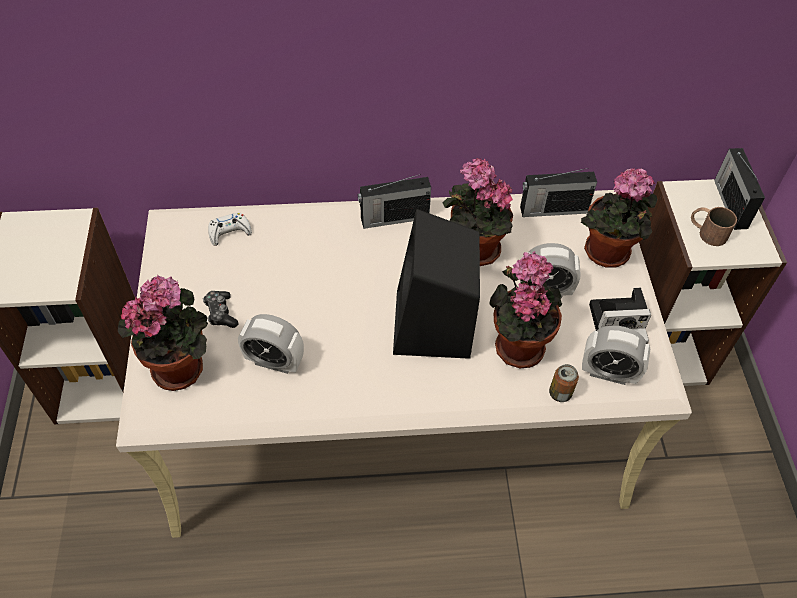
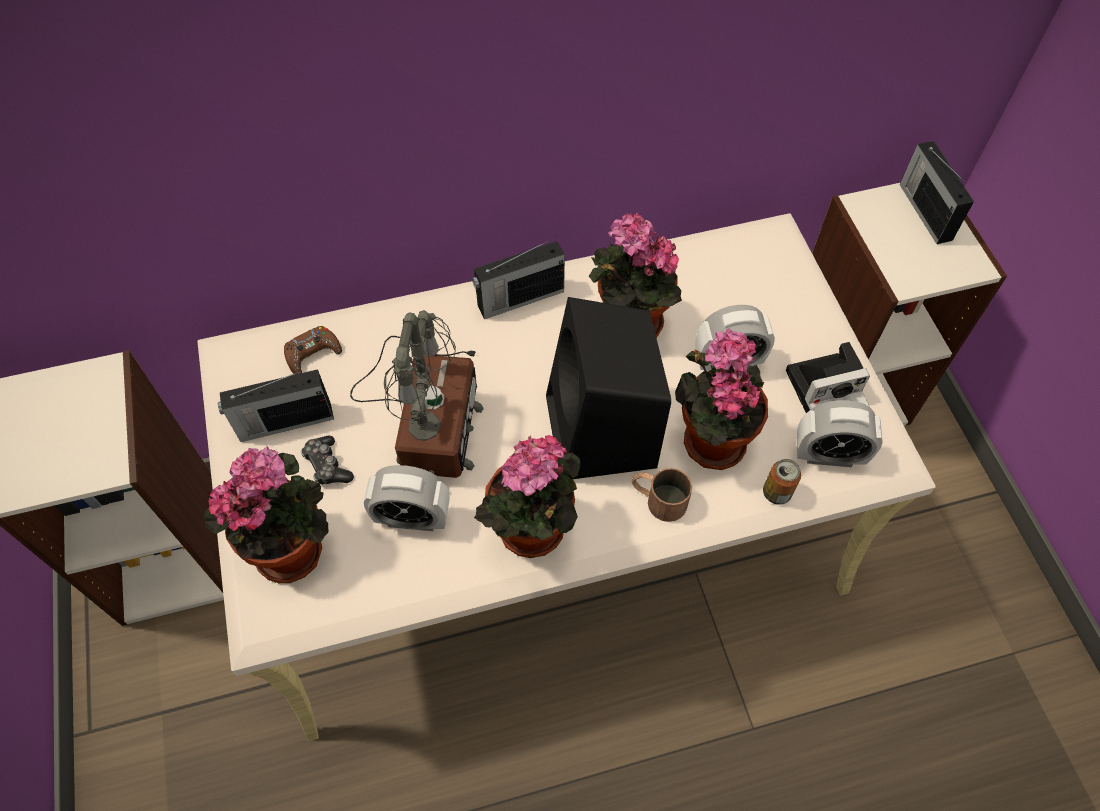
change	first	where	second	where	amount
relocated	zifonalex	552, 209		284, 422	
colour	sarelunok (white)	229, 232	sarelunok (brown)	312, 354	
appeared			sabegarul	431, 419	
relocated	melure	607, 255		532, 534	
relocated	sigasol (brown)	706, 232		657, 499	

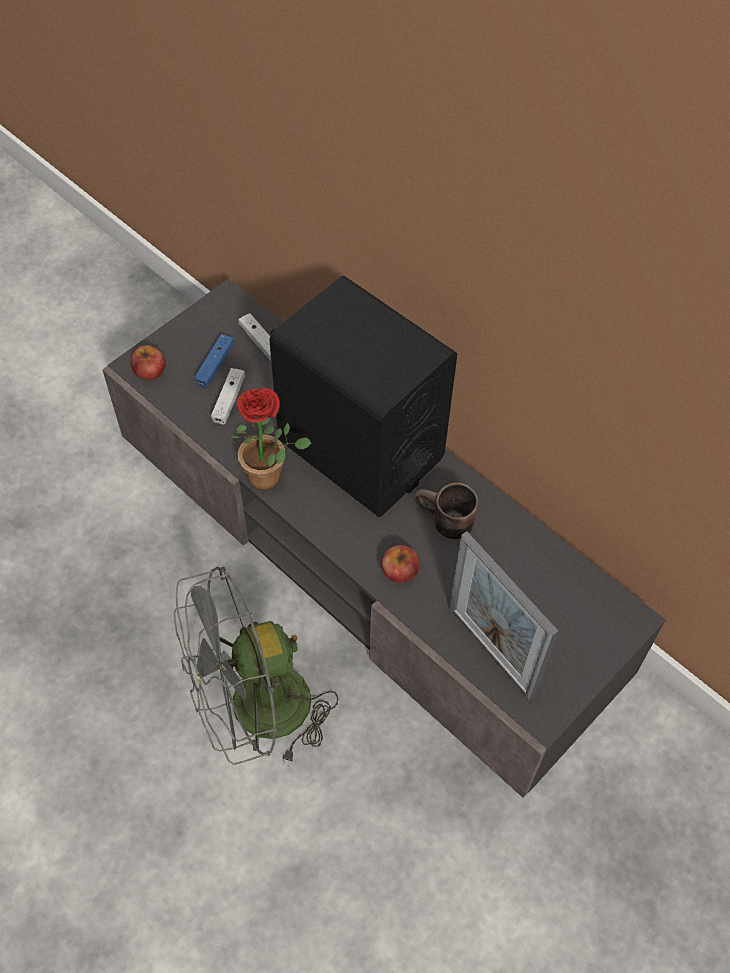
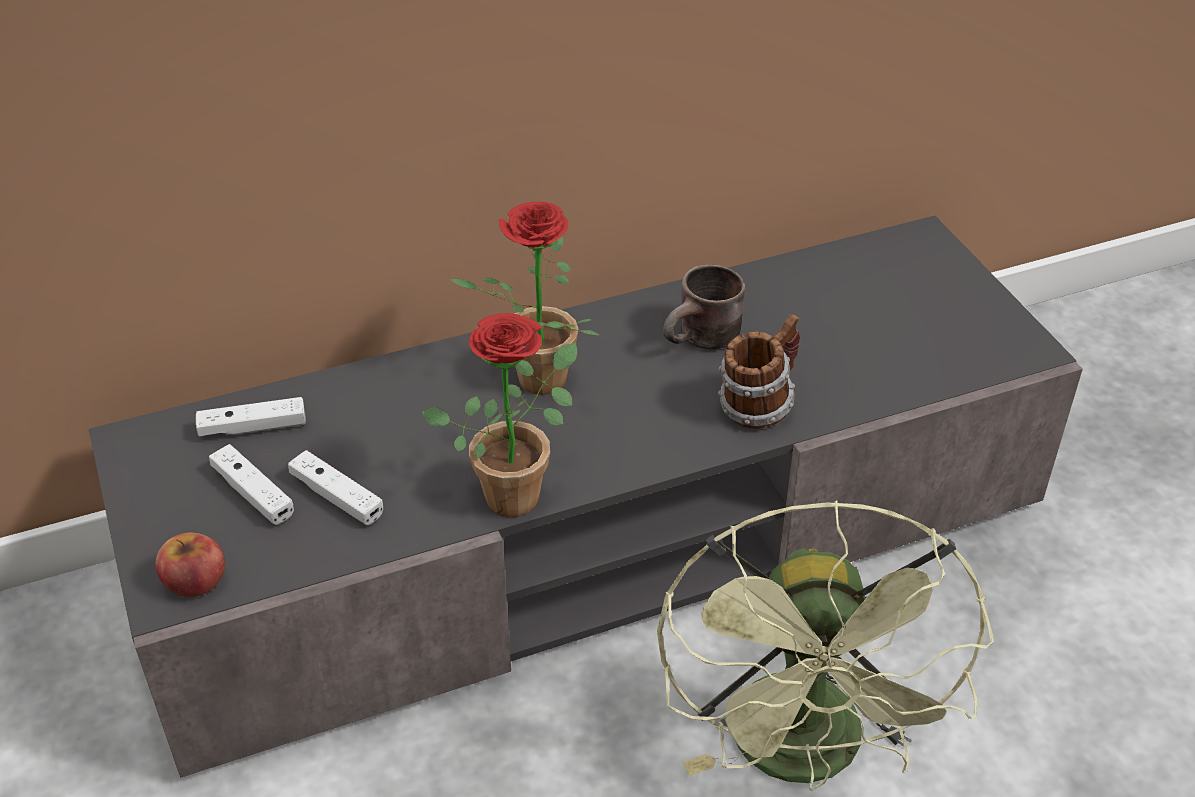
change	first	where	second	where	amount
colour	sarelunok (blue)	215, 365	sarelunok (white)	253, 493	
exchanged	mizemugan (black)	360, 449	melure	532, 382	
colour	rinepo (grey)	254, 712	rinepo (green)	805, 757	
exchanged	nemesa	399, 570	sigasol	758, 405	
missing	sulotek	490, 651			

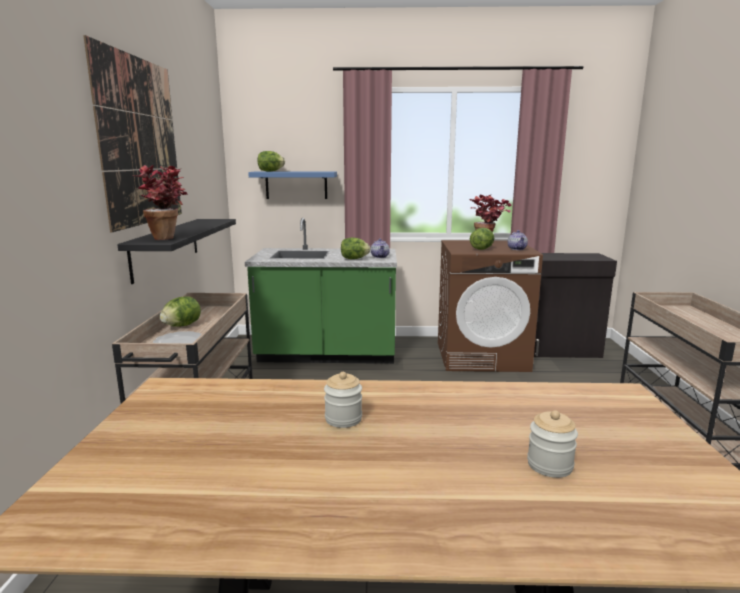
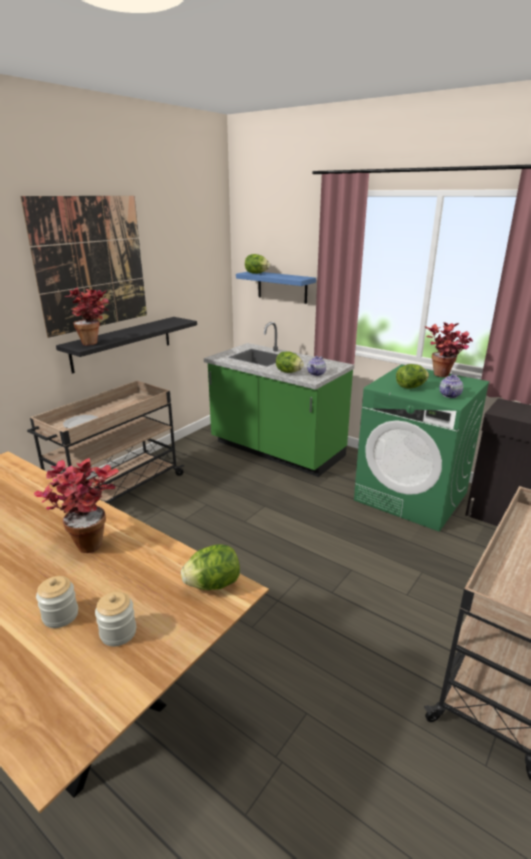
change	first	where	second	where	amount
appeared			melure	86, 541	
relocated	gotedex	343, 419		118, 632	
relocated	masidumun	182, 326		213, 584	
colour	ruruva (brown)	482, 356	ruruva (green)	411, 497	

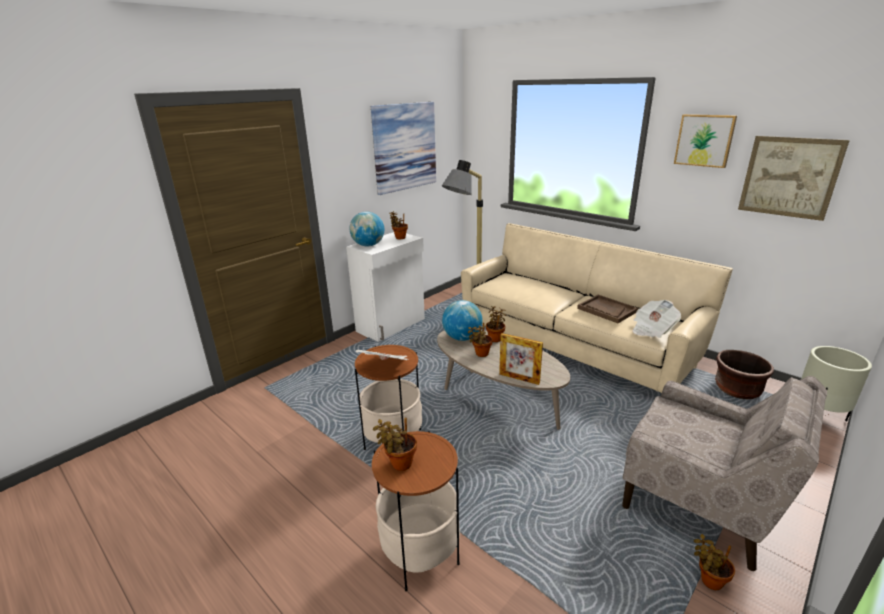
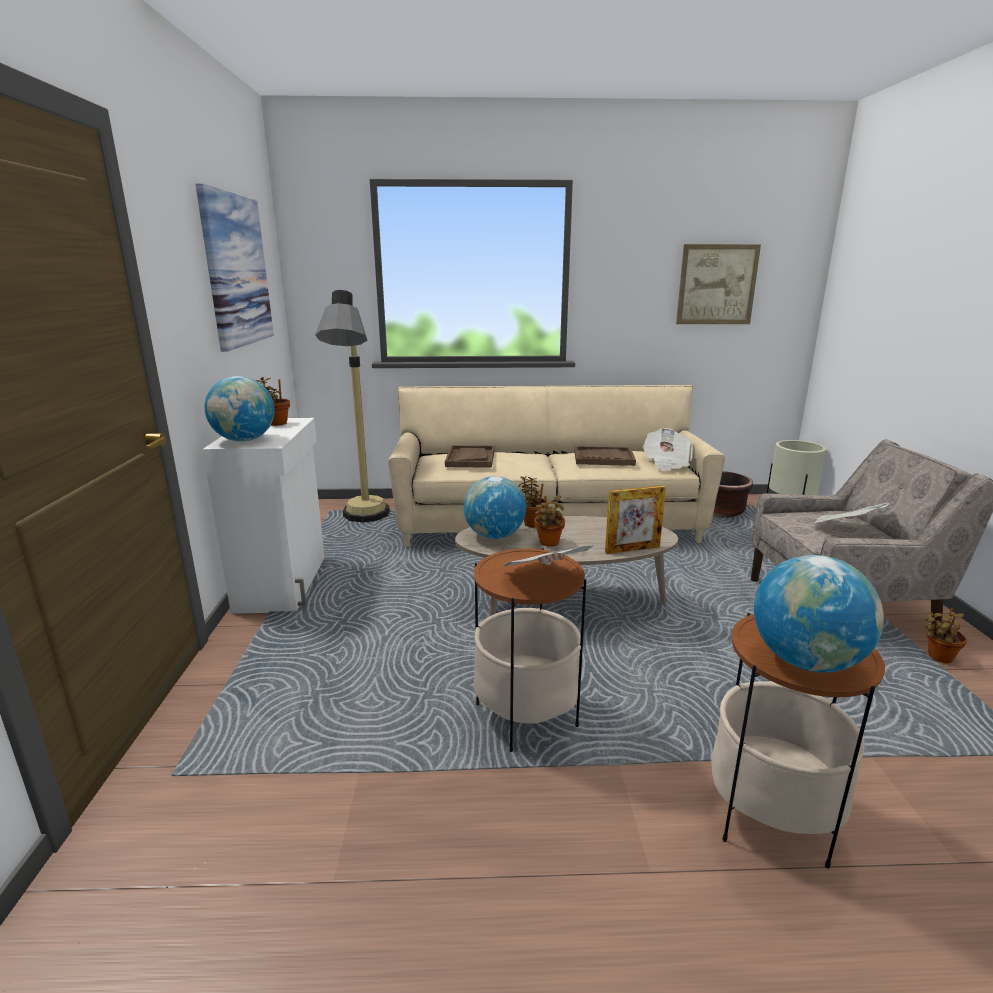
change	first	where	second	where	amount
appeared			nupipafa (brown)	470, 458	
exchanged	melure	399, 464	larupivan	806, 661	
appeared			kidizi	844, 529	
missing	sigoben	704, 140			

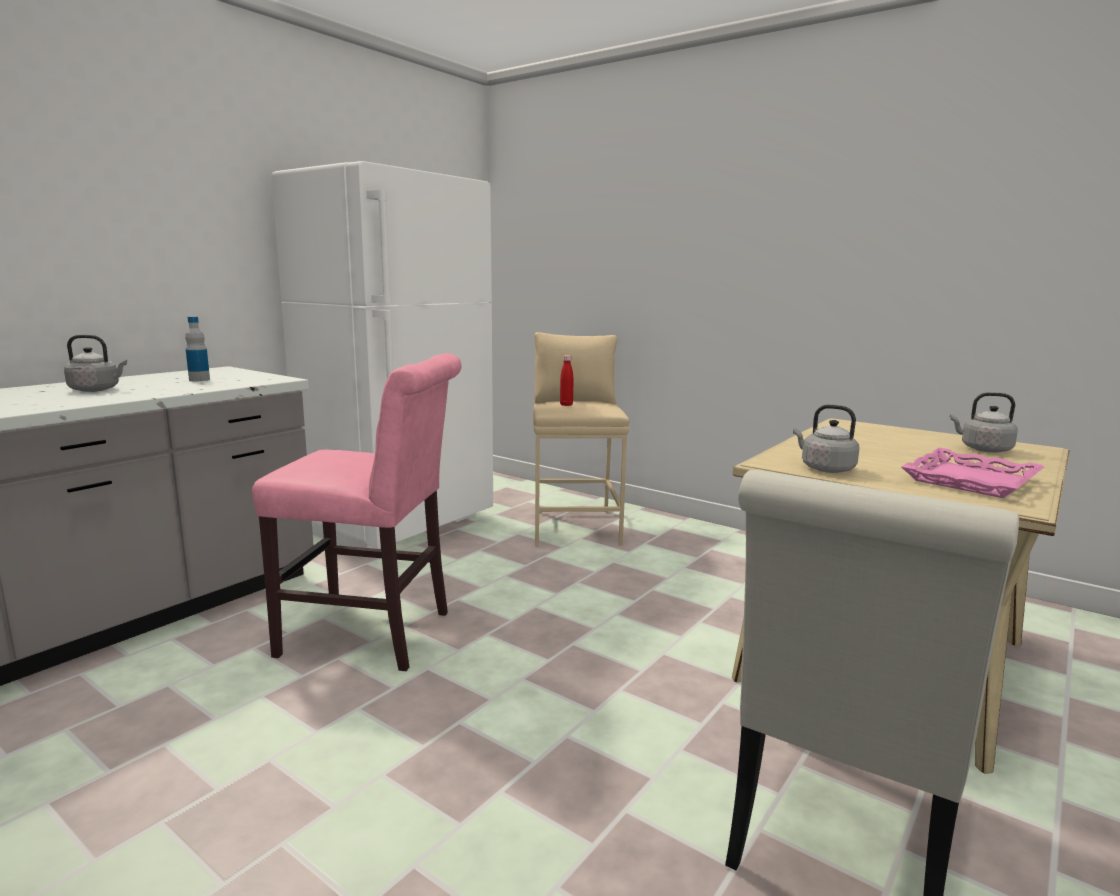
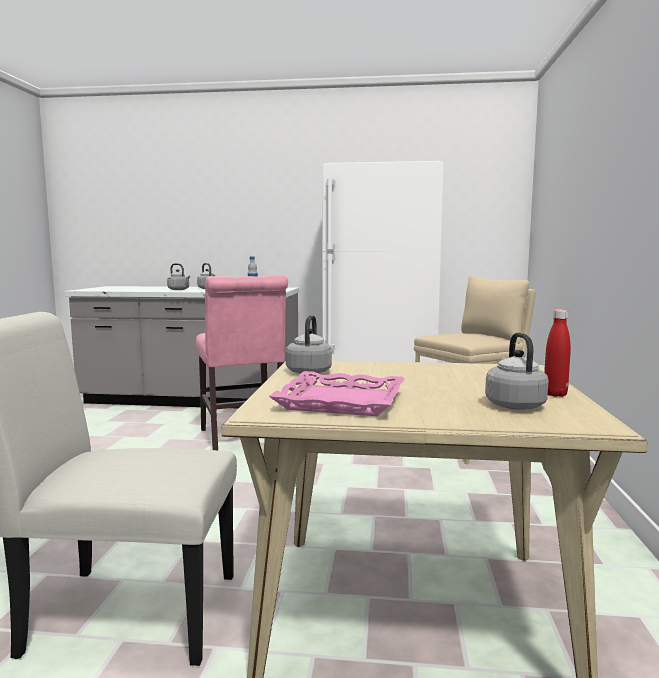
change	first	where	second	where	amount
appeared			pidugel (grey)	179, 290	
relocated	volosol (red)	566, 405		555, 394	

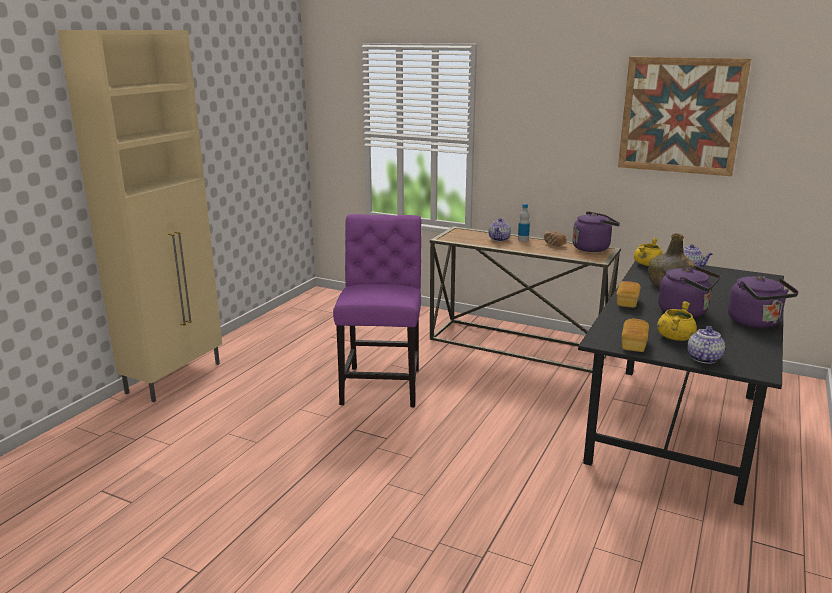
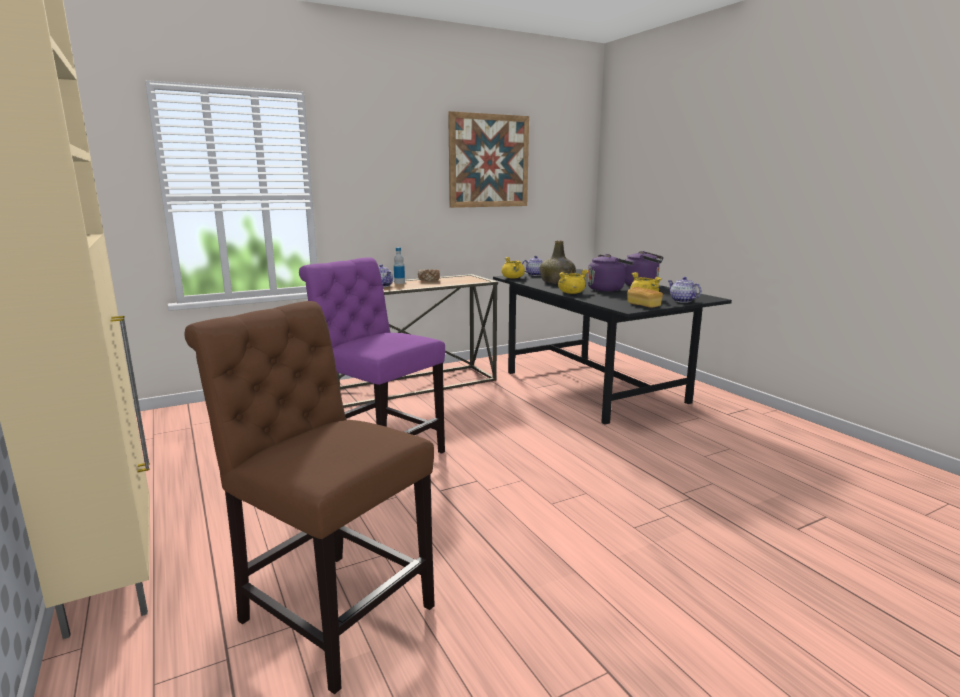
change	first	where	second	where	amount
appeared			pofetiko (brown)	330, 610	
exchanged	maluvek	627, 302	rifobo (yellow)	571, 293	
missing	pidugel (purple)	593, 248			

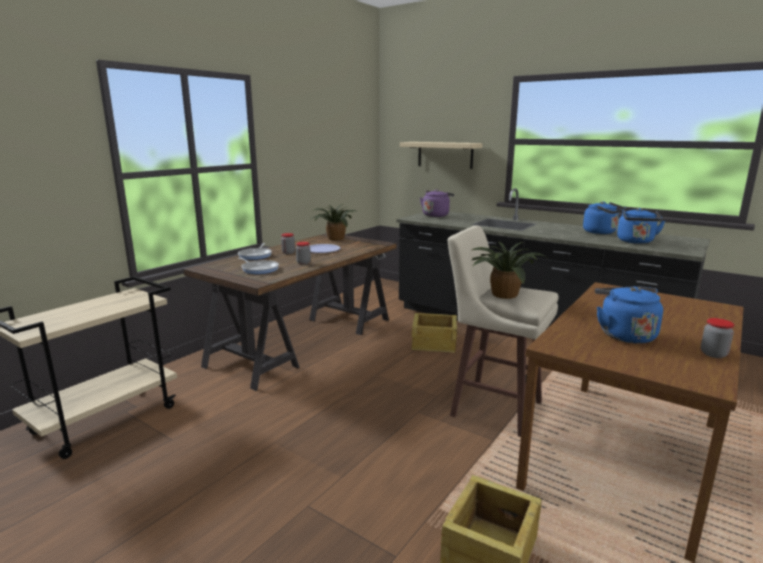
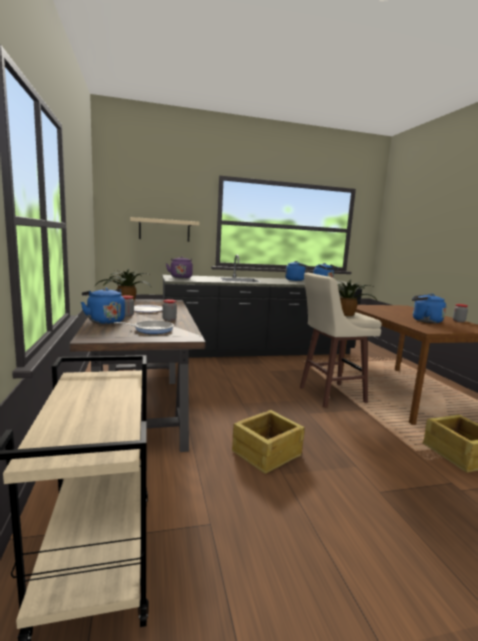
change	first	where	second	where	amount
exchanged	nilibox	256, 255	pidugel (blue)	104, 321	
relocated	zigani	433, 343		266, 453	

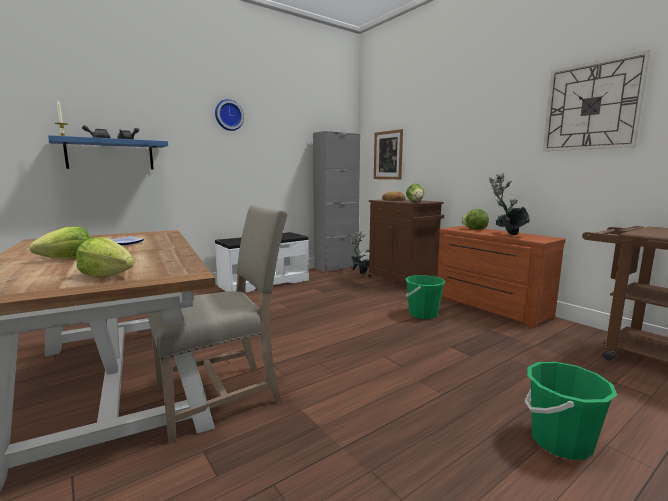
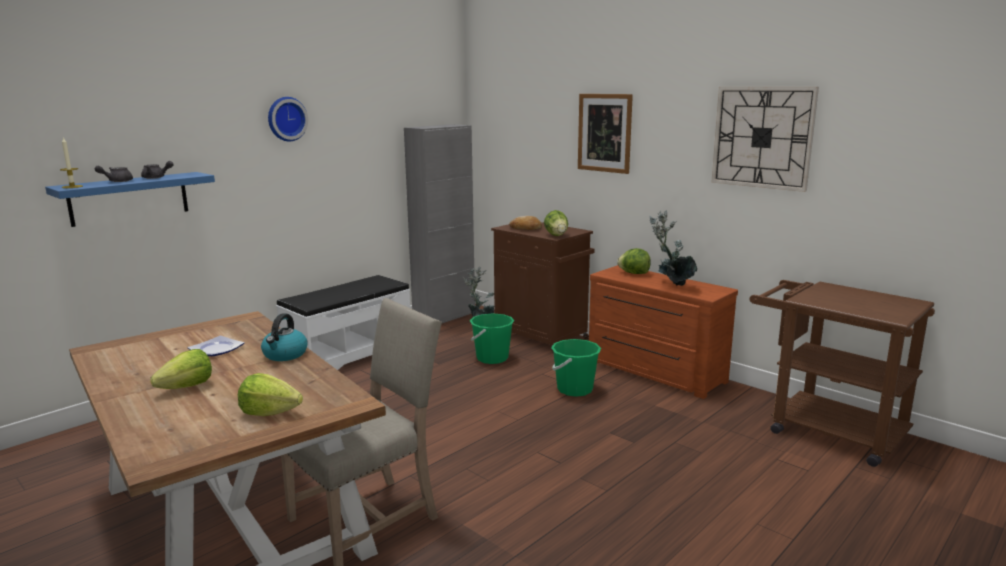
change	first	where	second	where	amount
appeared			pidugel	285, 355	
relocated	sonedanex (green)	560, 441		492, 358	
relocated	sigoben	388, 155		604, 133	

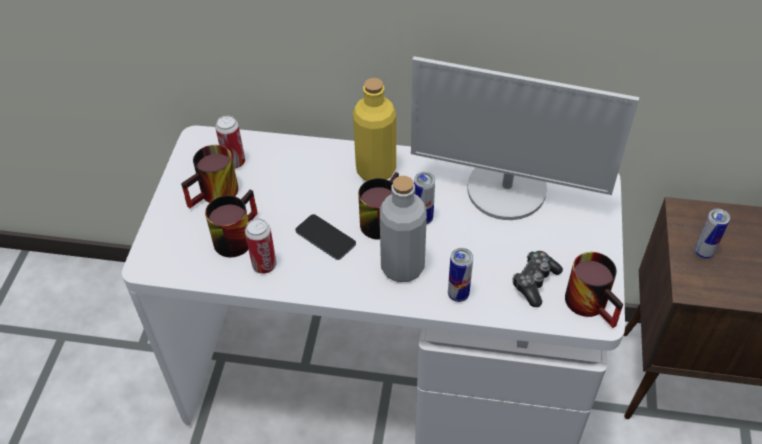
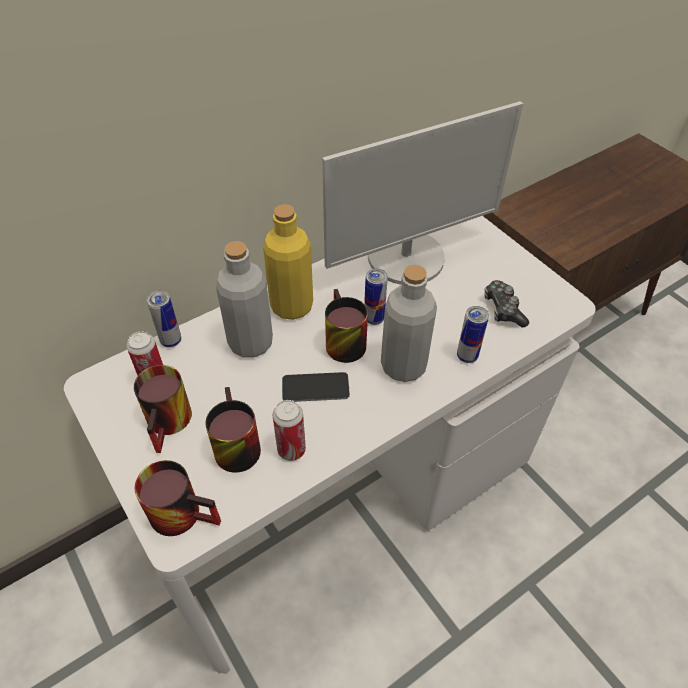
change	first	where	second	where	amount
relocated	sigasol	593, 303		185, 511	
relocated	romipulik	703, 253		171, 341	
appeared			volosol (grey)	250, 343	

